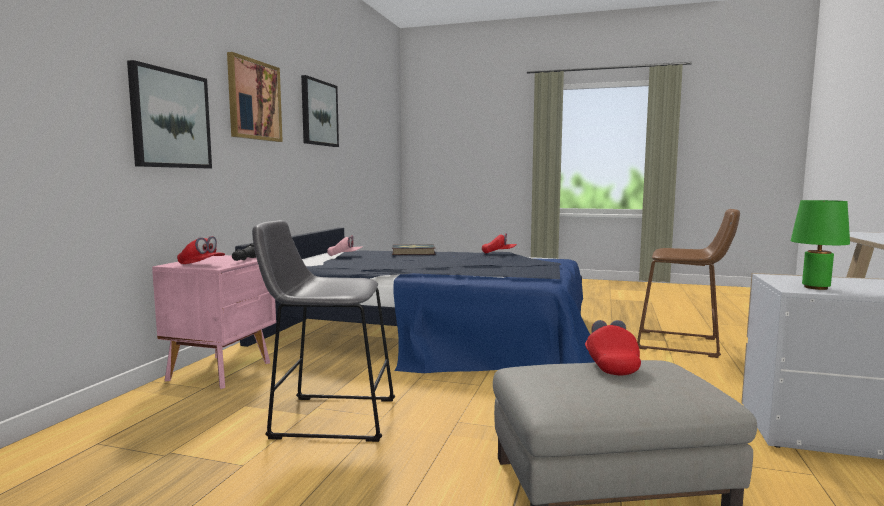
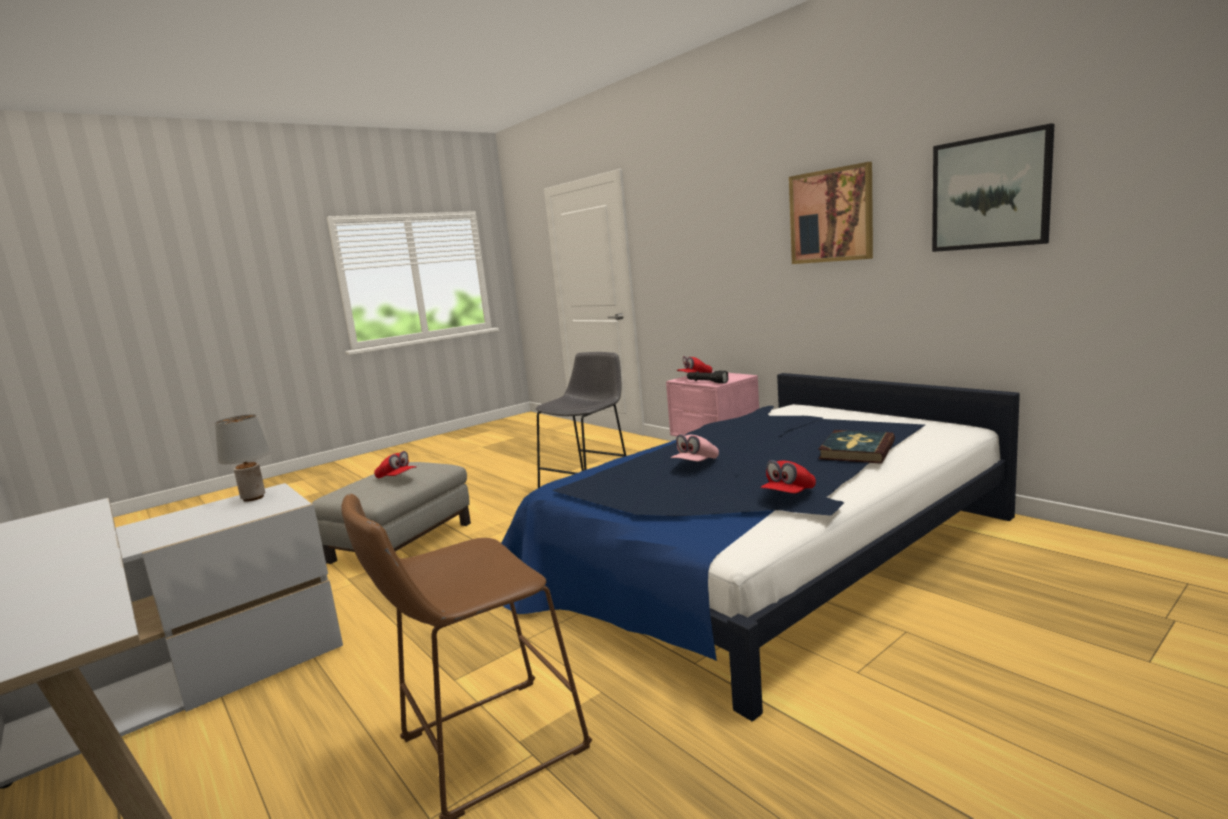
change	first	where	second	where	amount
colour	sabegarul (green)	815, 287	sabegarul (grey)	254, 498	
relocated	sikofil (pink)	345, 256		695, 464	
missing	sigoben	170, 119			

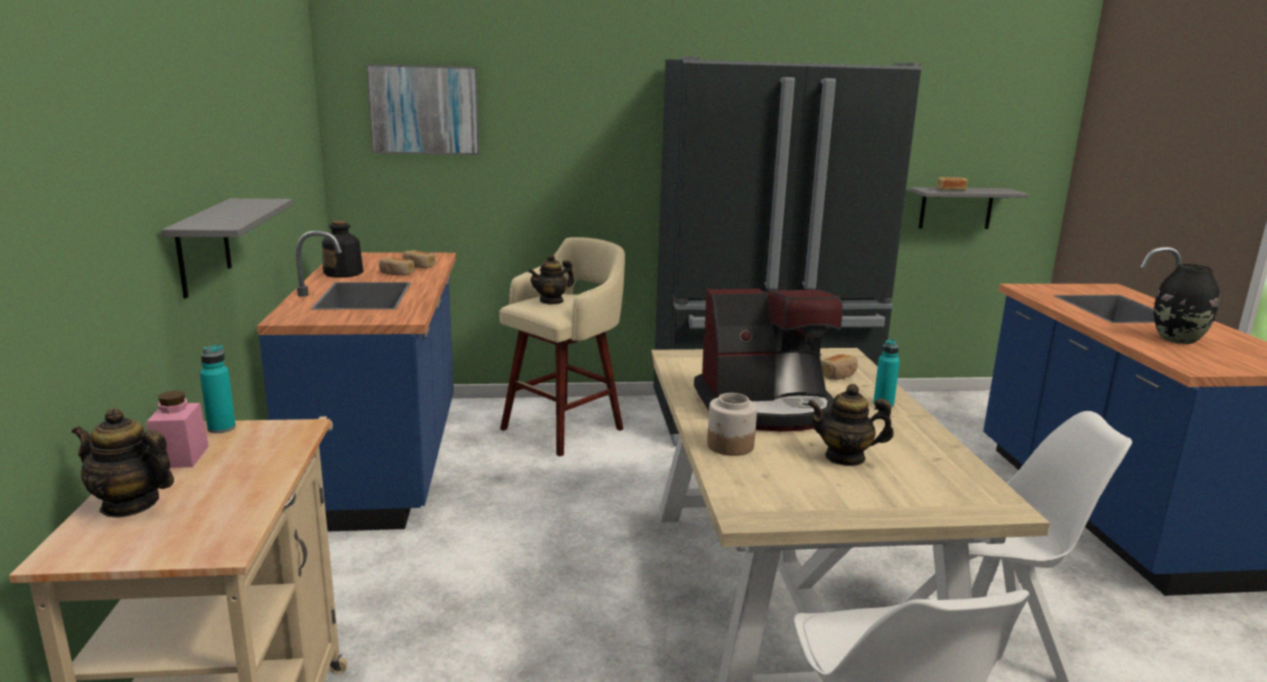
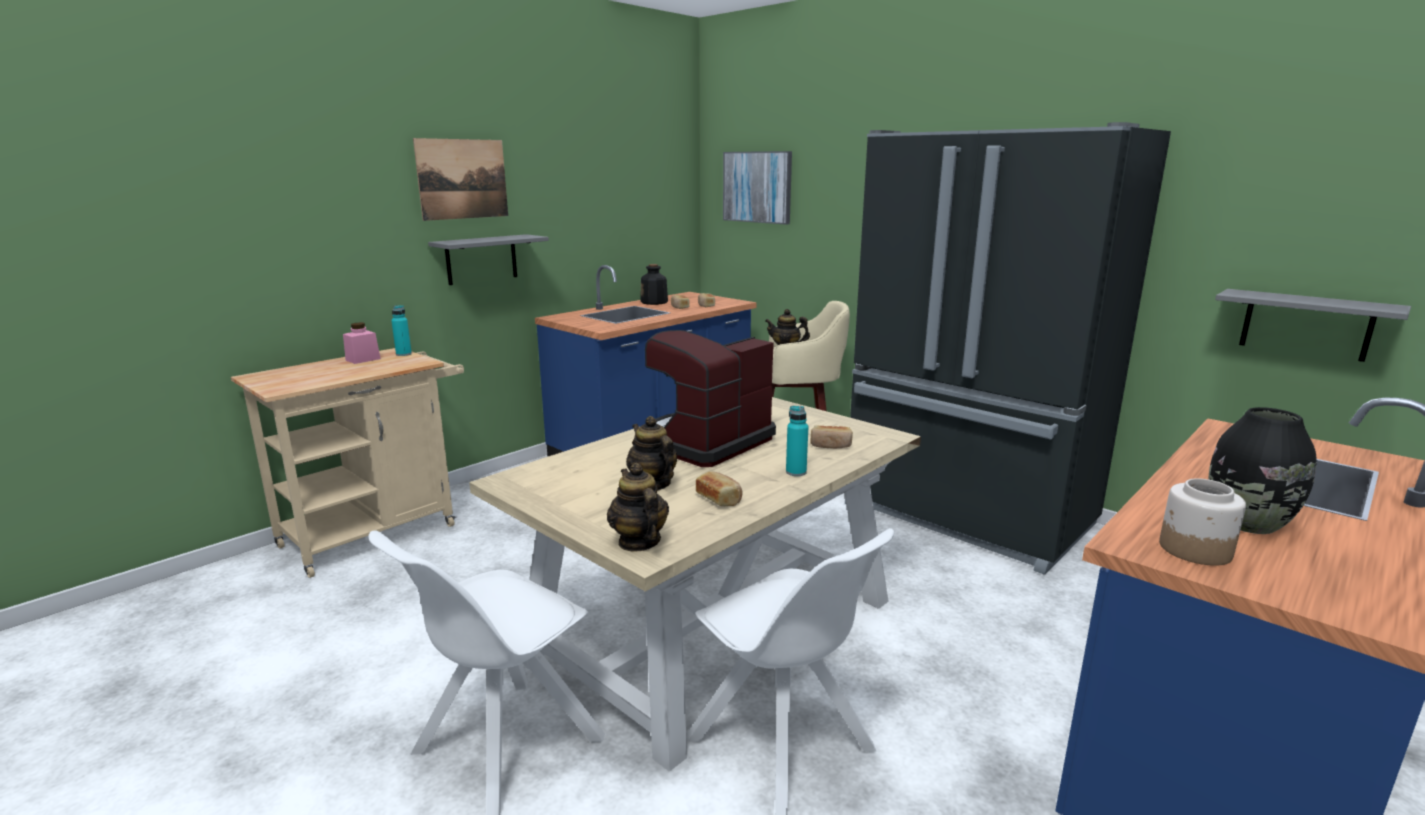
change	first	where	second	where	amount
appeared			sigoben	462, 179	
relocated	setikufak	130, 505		638, 542	
spun	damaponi	766, 407		705, 442	90 degrees clockwise
relocated	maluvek	951, 190		719, 498	
relocated	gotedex	730, 446		1194, 550	

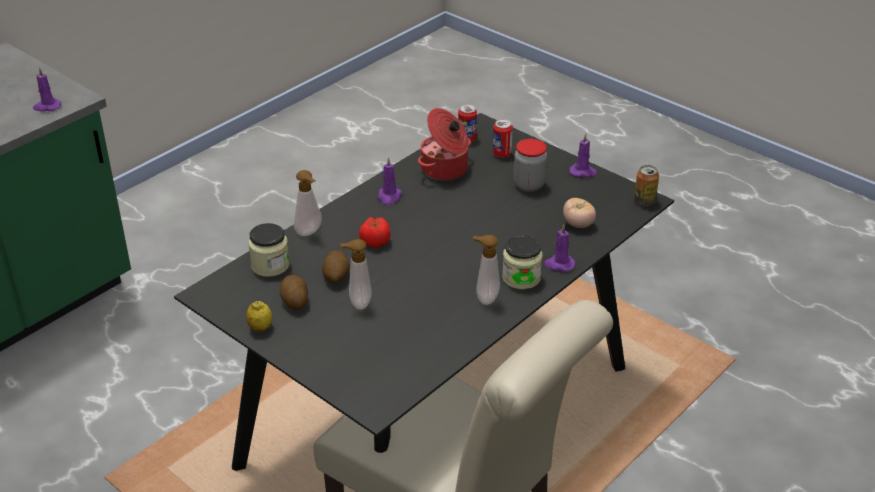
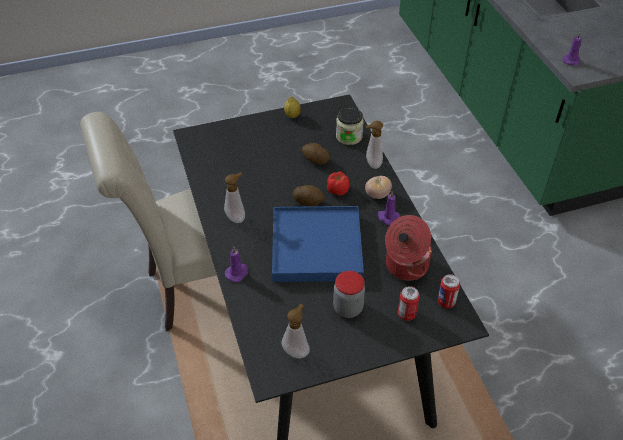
change	first	where	second	where	amount
appeared			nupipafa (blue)	317, 247	
relocated	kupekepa	358, 303		296, 350	
relocated	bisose	294, 301		308, 201	
relocated	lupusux	578, 224		377, 195	
missing	gotedex	521, 278			
missing	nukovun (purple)	583, 172			
missing	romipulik	644, 201			

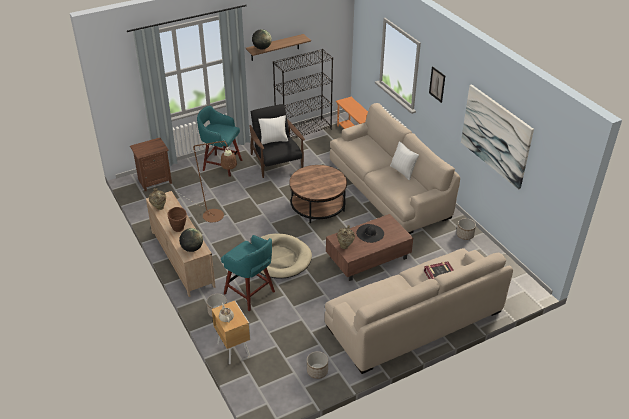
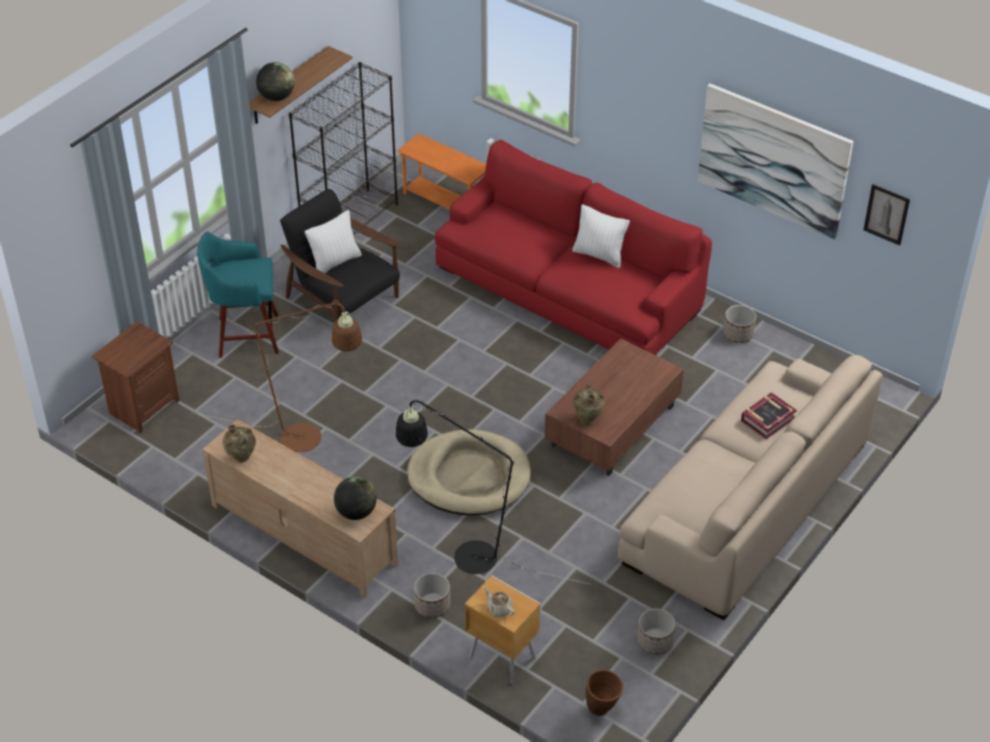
change	first	where	second	where	amount
exchanged	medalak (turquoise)	250, 293	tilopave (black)	464, 554	
colour	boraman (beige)	388, 188	boraman (red)	568, 289	
relocated	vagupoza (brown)	179, 230		603, 709	
relocated	sigoben	437, 84		886, 214	
missing	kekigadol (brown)	318, 206			
missing	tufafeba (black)	370, 233			

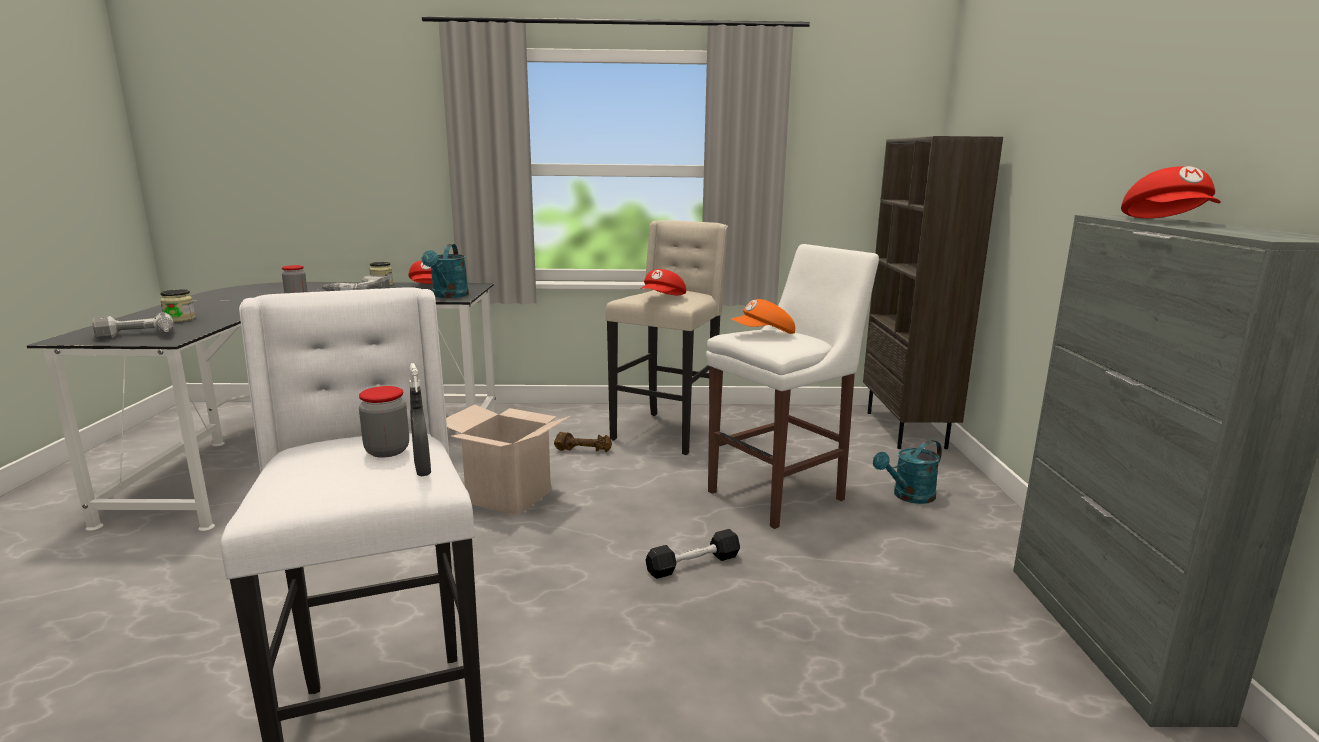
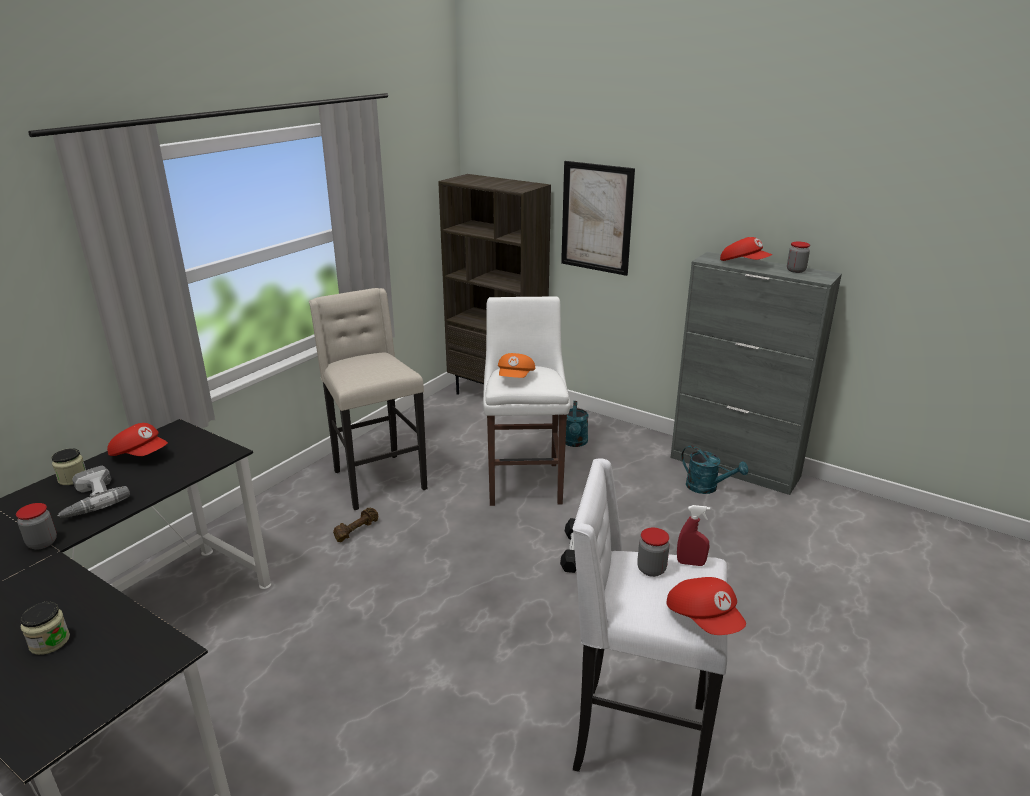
change	first	where	second	where	amount
appeared			sigoben	596, 218	
relocated	sikofil (red)	663, 298		704, 619	
colour	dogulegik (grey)	422, 470	dogulegik (red)	690, 563	
relocated	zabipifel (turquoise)	448, 296		707, 487	
appeared			gotedex	796, 270	
missing	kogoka	136, 335			
missing	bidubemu	509, 497			

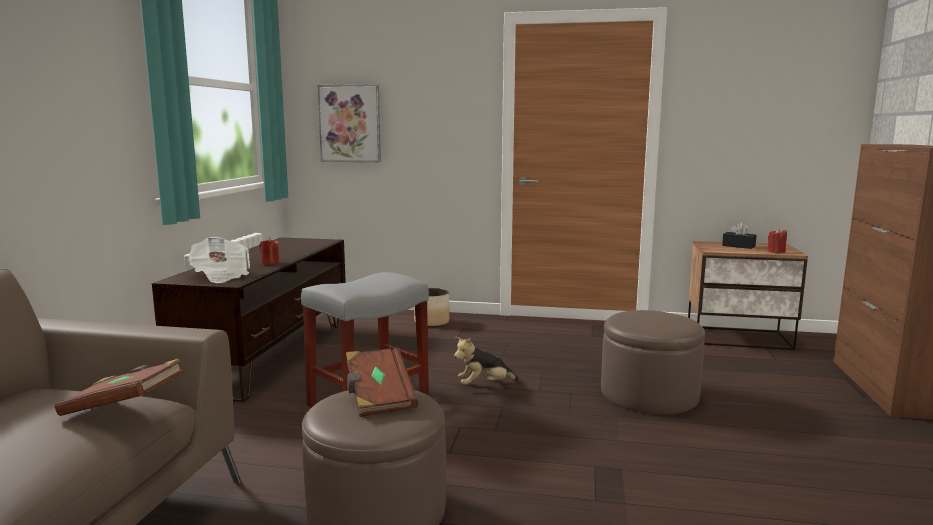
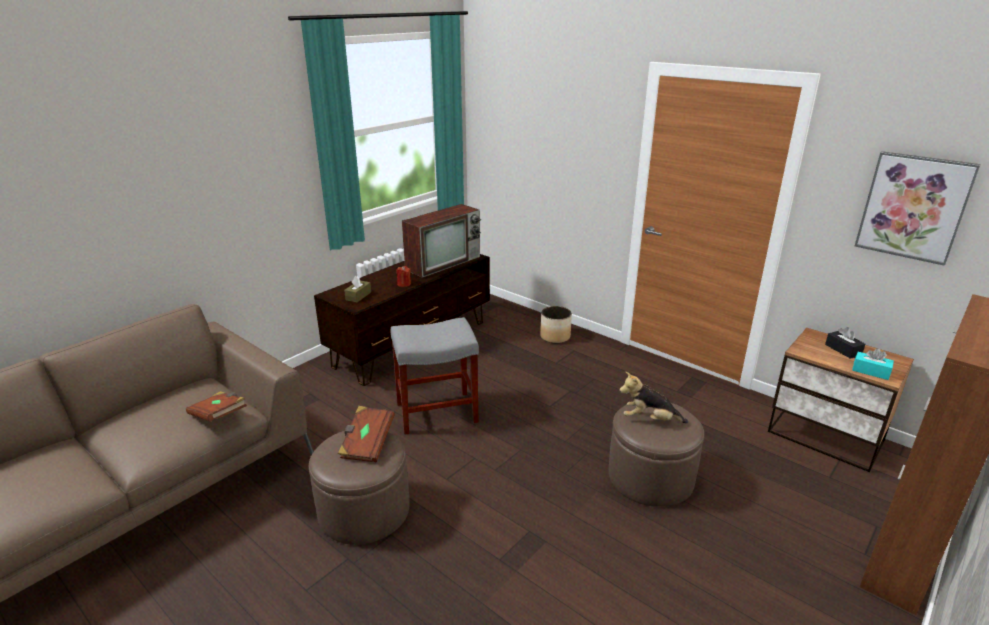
change	first	where	second	where	amount
exchanged	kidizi	221, 276	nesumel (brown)	358, 296	
appeared			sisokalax	444, 262	
relocated	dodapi	484, 385		649, 419	
exchanged	nukovun (red)	776, 251	nesumel (turquoise)	870, 371	
relocated	sigoben	350, 123		913, 207	

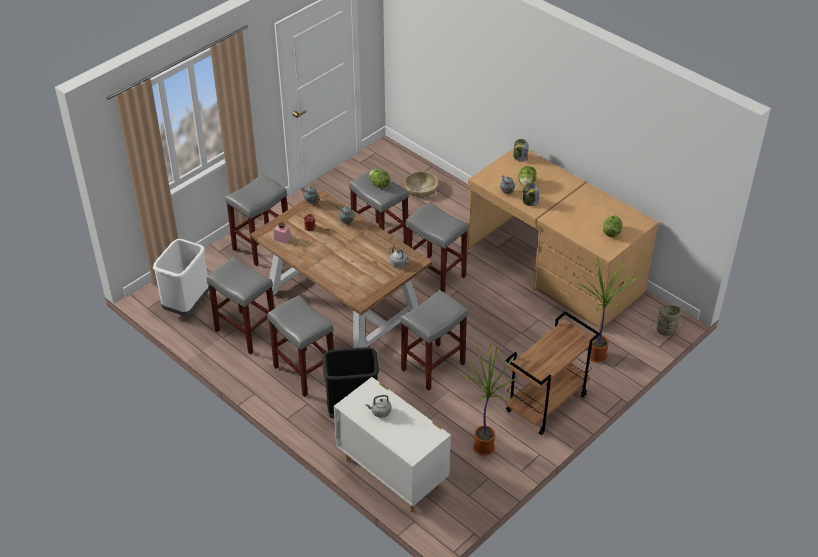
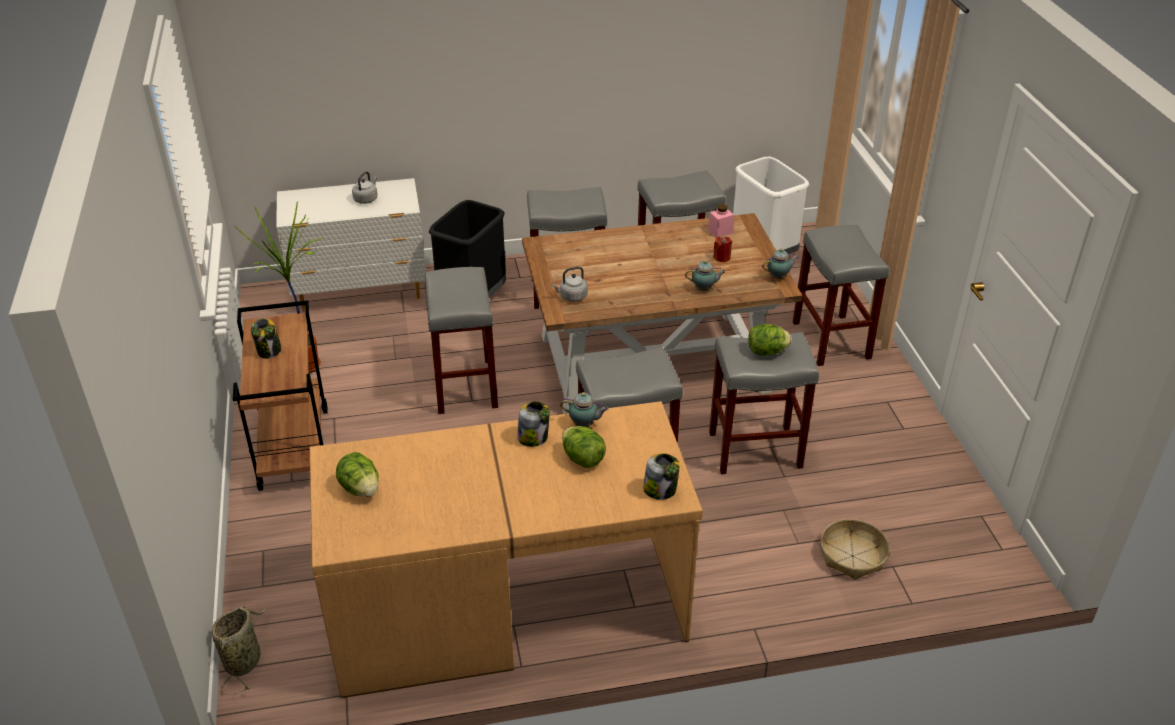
change	first	where	second	where	amount
appeared			gotedex	269, 351	
missing	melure	598, 356			

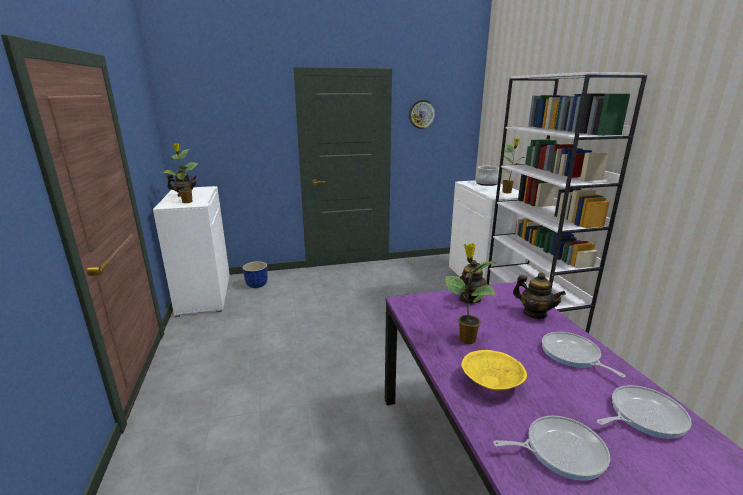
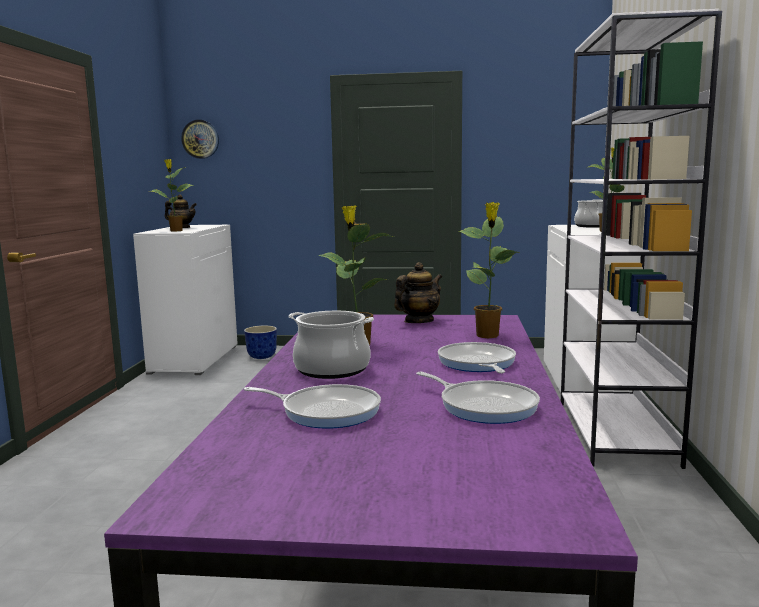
change	first	where	second	where	amount
relocated	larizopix	421, 114		200, 139	
exchanged	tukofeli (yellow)	492, 382	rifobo	332, 369	
spun	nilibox	643, 416		484, 406	45 degrees clockwise
exchanged	setikufak	534, 313	melure	488, 336	

